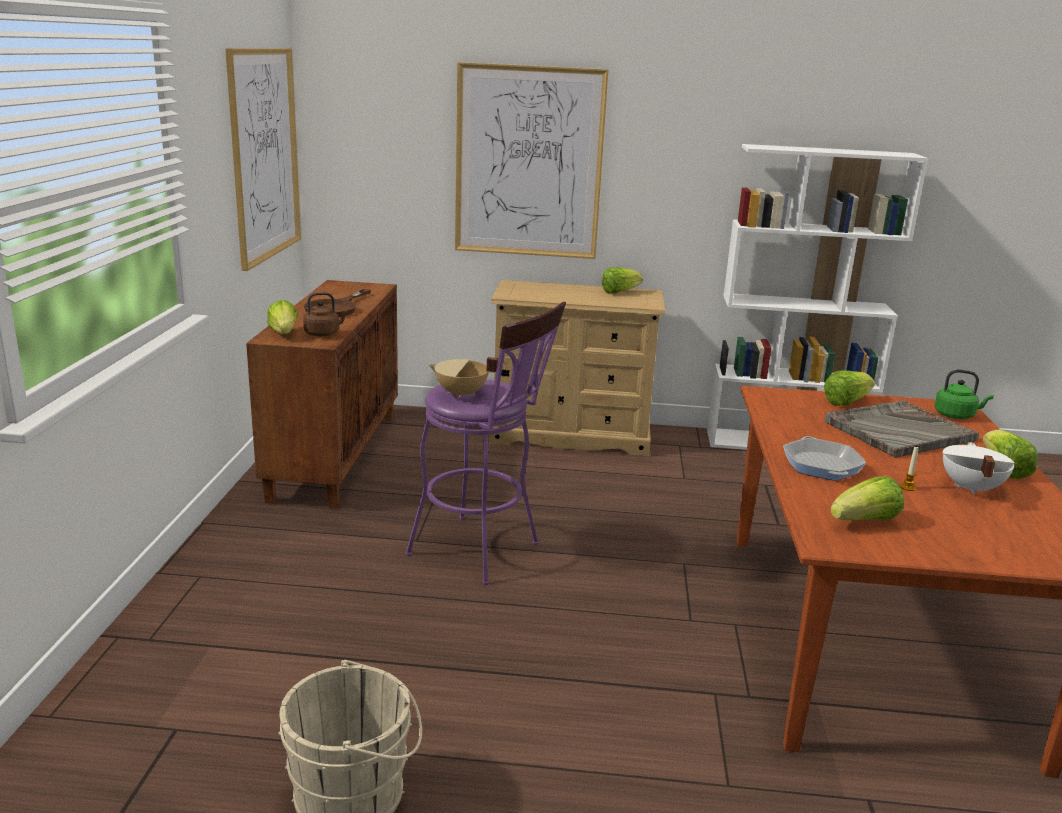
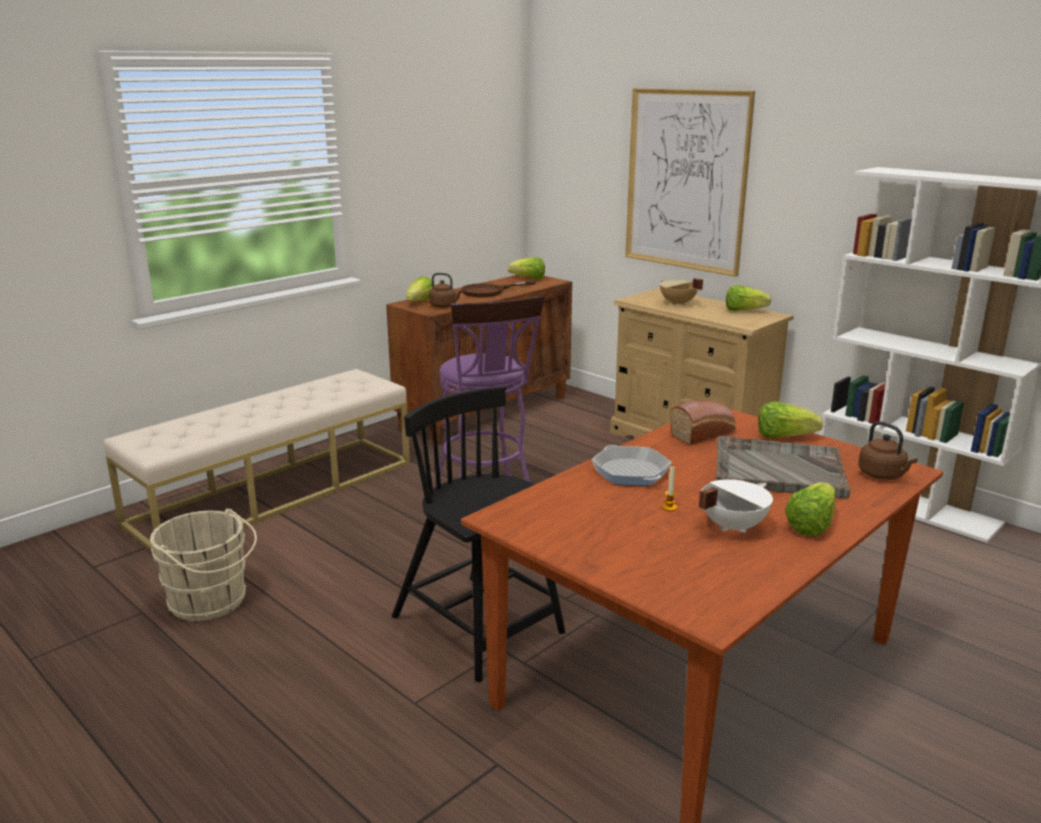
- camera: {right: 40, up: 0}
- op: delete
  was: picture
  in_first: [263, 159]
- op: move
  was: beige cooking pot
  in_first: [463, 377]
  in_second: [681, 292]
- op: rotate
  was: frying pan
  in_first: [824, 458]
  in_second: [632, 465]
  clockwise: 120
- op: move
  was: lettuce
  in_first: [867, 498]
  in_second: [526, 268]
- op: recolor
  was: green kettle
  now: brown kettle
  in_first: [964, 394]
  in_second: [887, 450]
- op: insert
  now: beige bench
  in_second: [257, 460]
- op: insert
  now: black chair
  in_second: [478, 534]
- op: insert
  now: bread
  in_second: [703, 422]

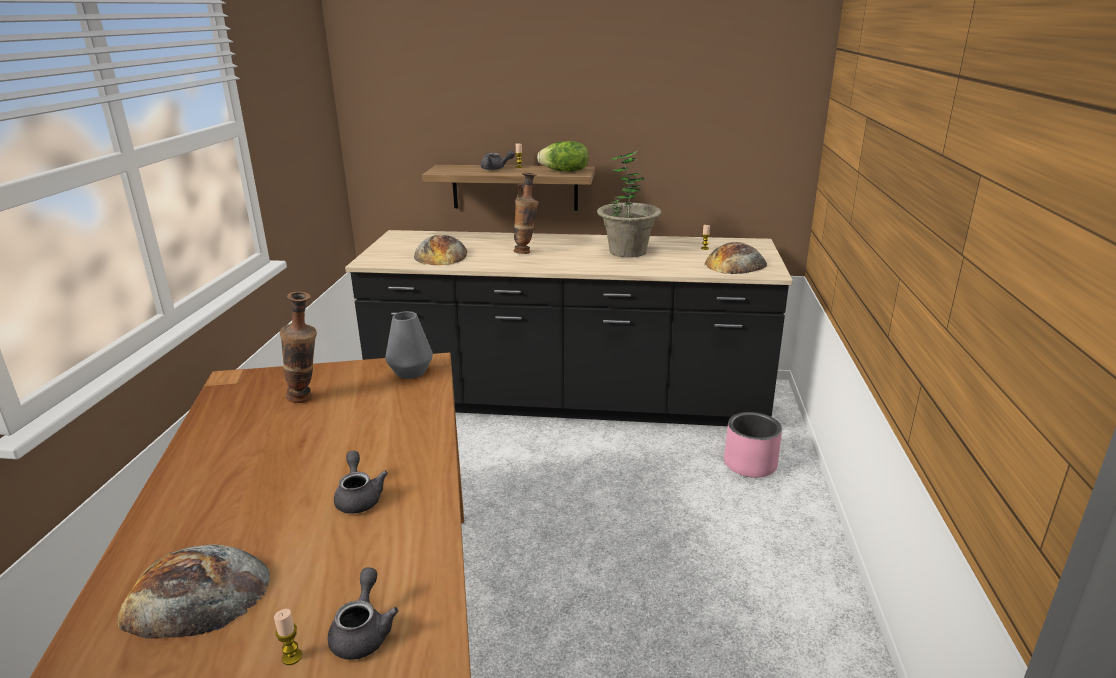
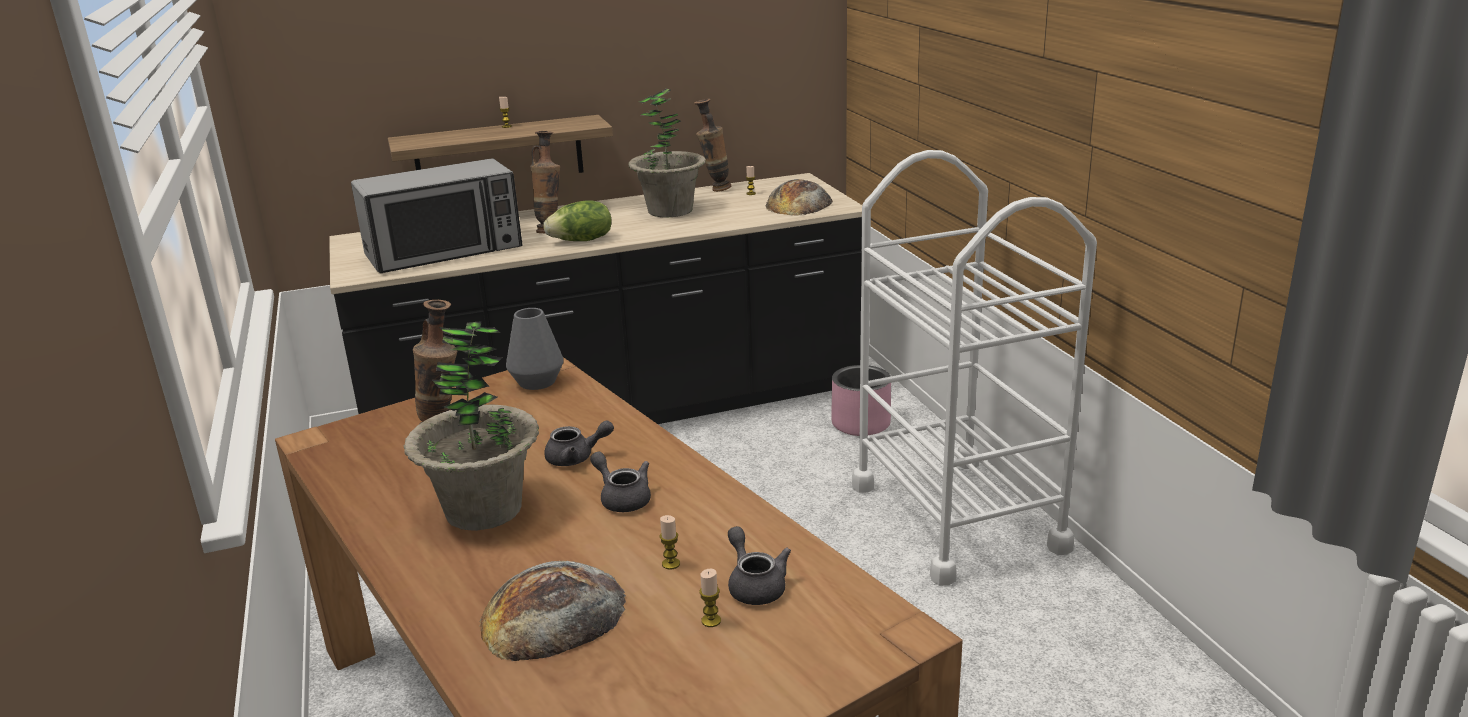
- camera: {right: -25, up: 0}
- op: replace
  was: bread
  now: microwave
  in_first: [440, 250]
  in_second: [437, 215]
- op: move
  was: grey teapot
  in_first: [498, 160]
  in_second: [579, 443]
- op: move
  was: lettuce
  in_first: [563, 156]
  in_second: [578, 220]
- op: insert
  now: potted plant
  in_second: [471, 426]
- op: insert
  now: candle
  in_second: [670, 542]
- op: insert
  now: vase
  in_second: [712, 145]
- op: insert
  now: white cart
  in_second: [974, 368]

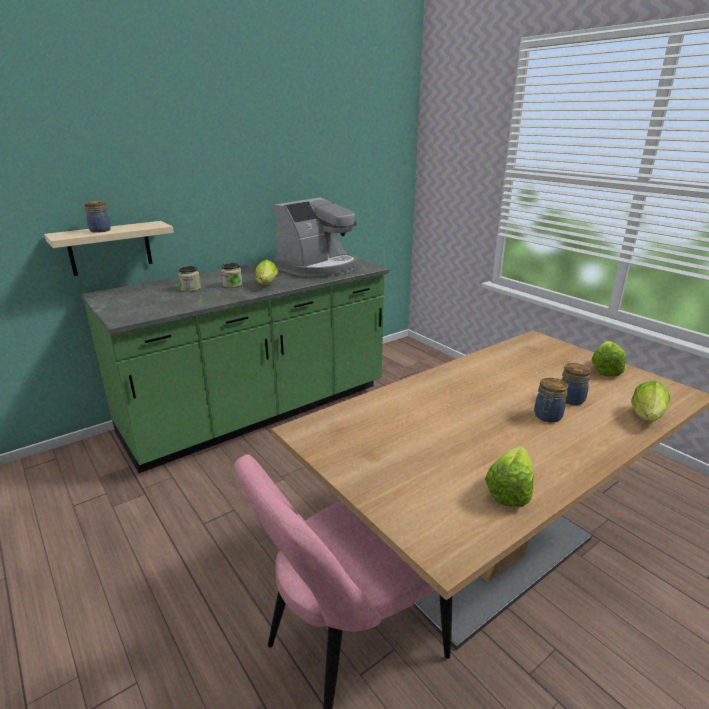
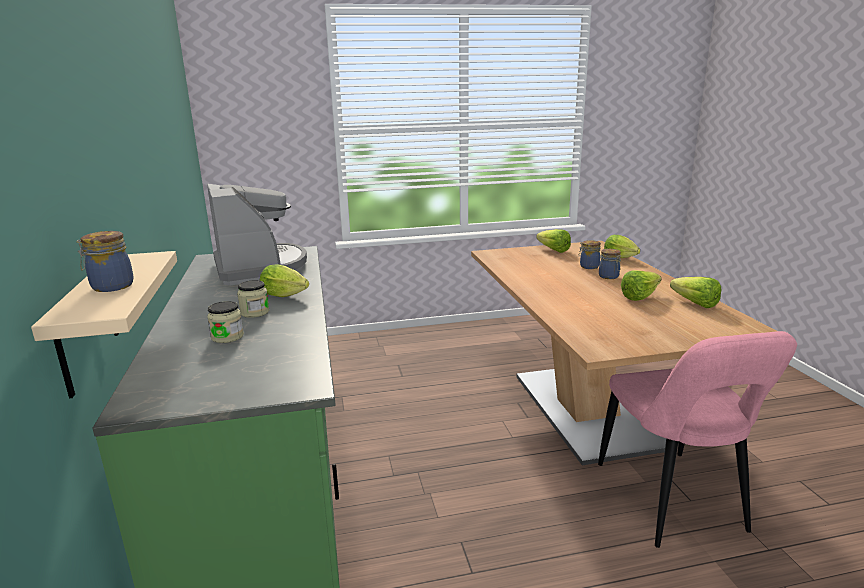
- camera: {right: -65, up: -5}
- op: insert
  now: lettuce
  in_second: [641, 286]

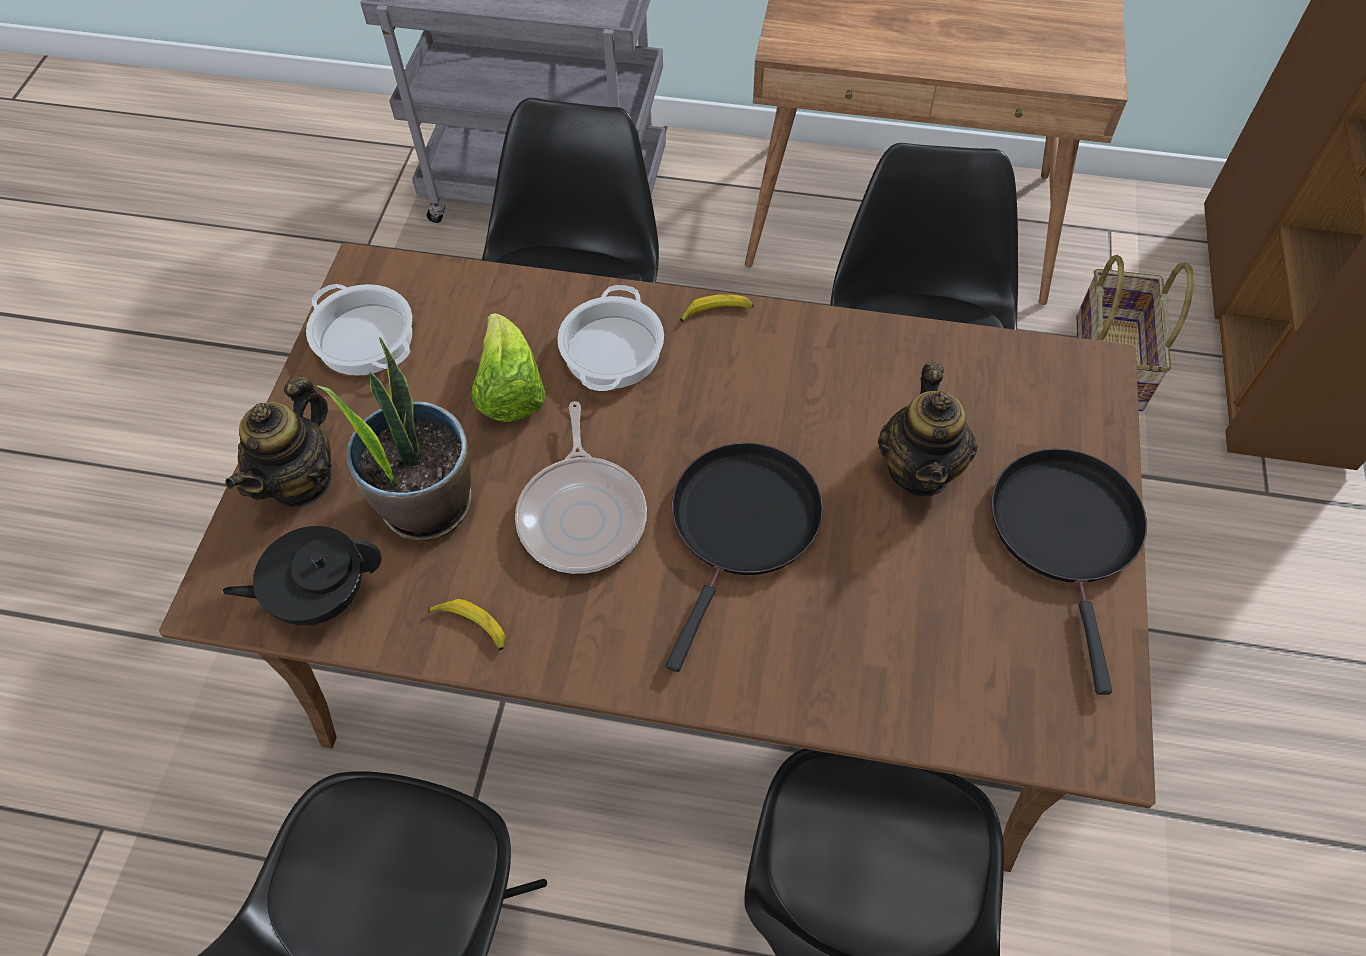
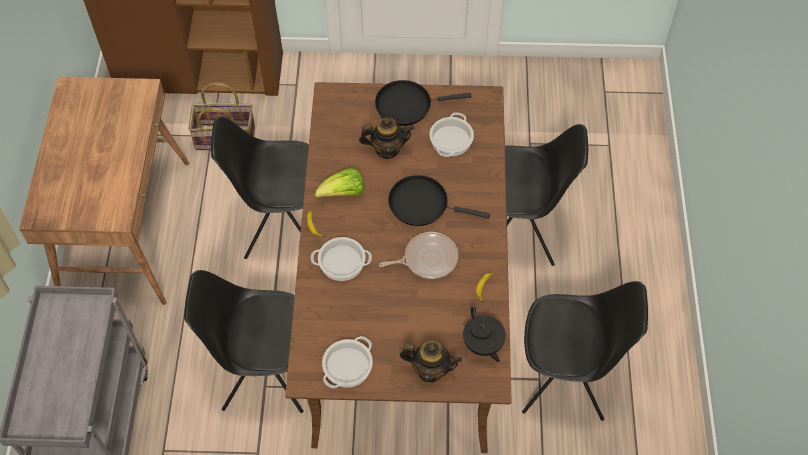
- camera: {right: -100, up: 0}
- op: delete
  was: potted plant
  in_first: [393, 439]
- op: move
  was: lettuce
  in_first: [508, 367]
  in_second: [339, 183]
- op: insert
  now: cooking pot
  in_second: [451, 134]

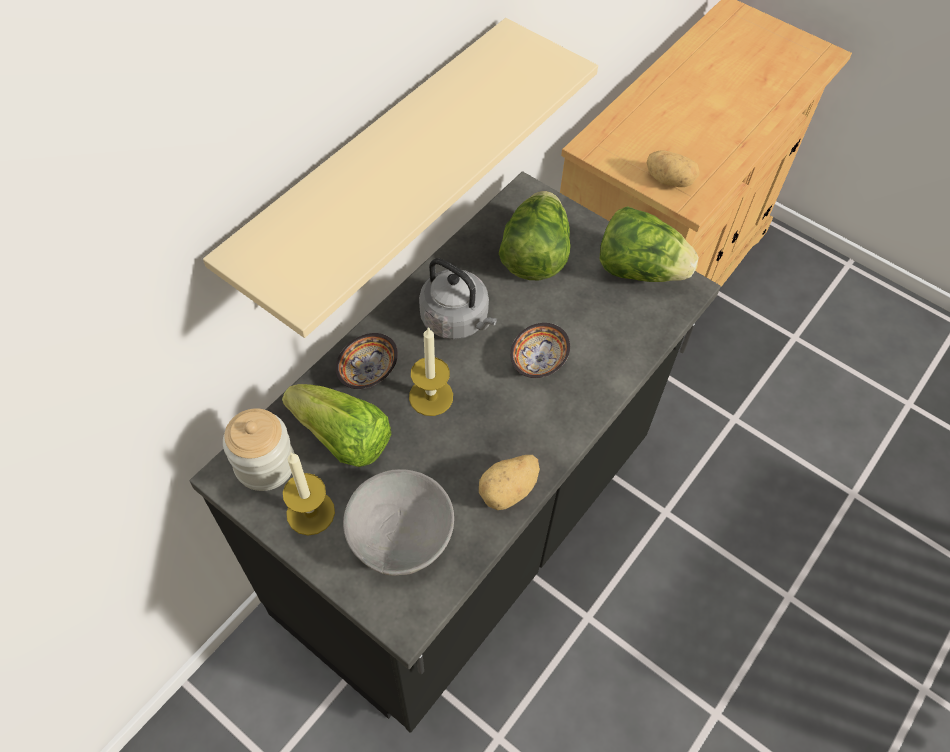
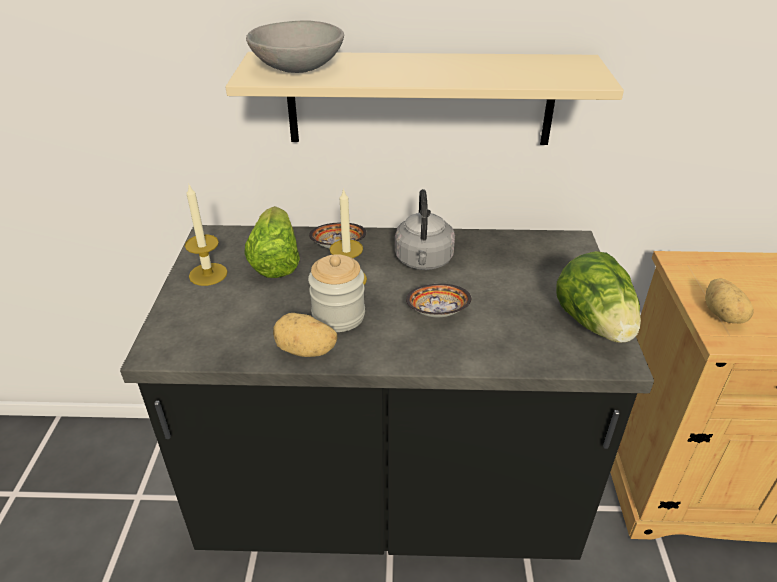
- camera: {right: 55, up: -20}
- op: move
  was: jar
  in_first: [258, 449]
  in_second: [336, 293]
- op: move
  was: grey bowl
  in_first: [398, 522]
  in_second: [295, 47]
- op: delete
  was: lettuce
  in_first: [535, 235]

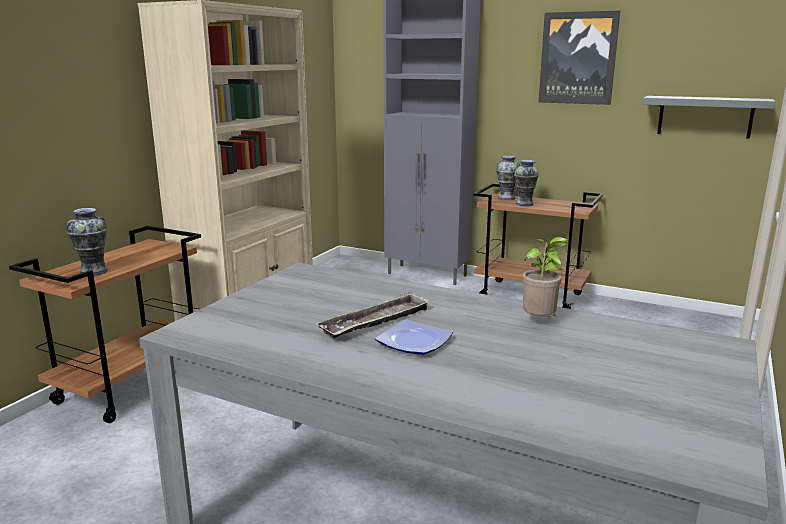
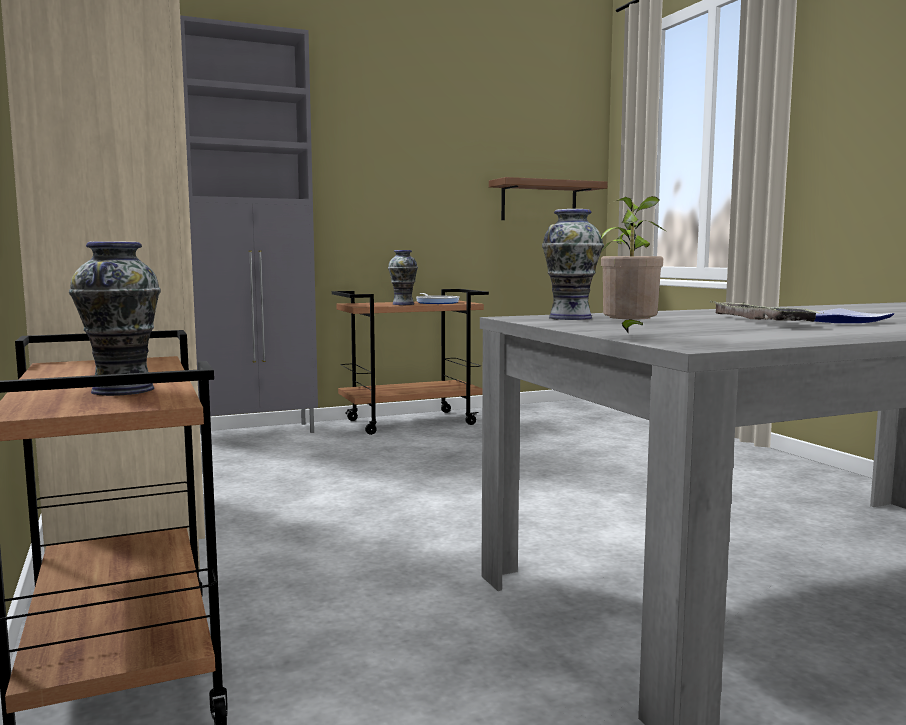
- camera: {right: -50, up: -10}
- op: move
  was: vase
  in_first: [508, 178]
  in_second: [573, 264]
- op: move
  was: potted plant
  in_first: [545, 277]
  in_second: [632, 265]
- op: delete
  was: picture
  in_first: [579, 58]
- op: recolor
  was: grey shelf
  now: brown shelf
  in_first: [709, 117]
  in_second: [548, 198]
- op: insert
  now: frying pan
  in_second: [437, 298]

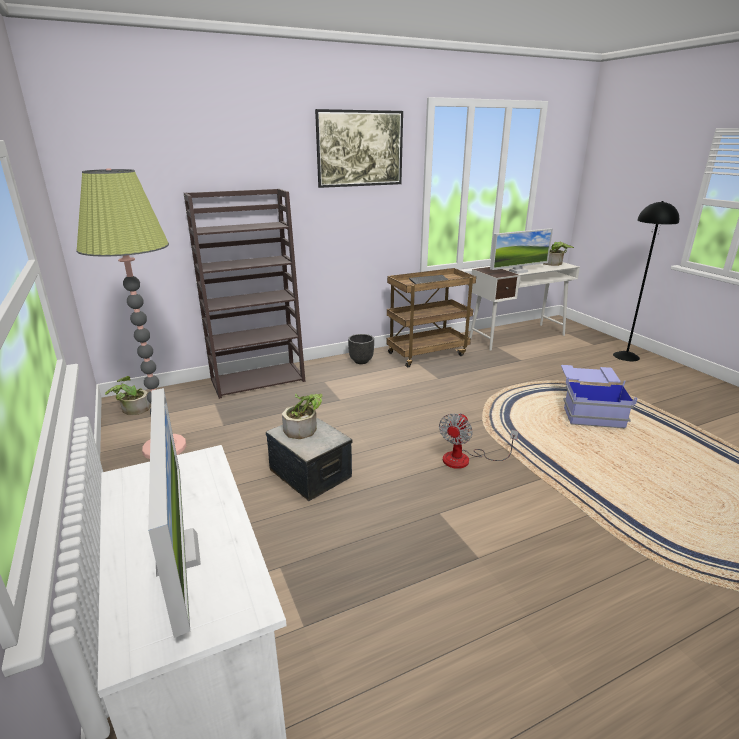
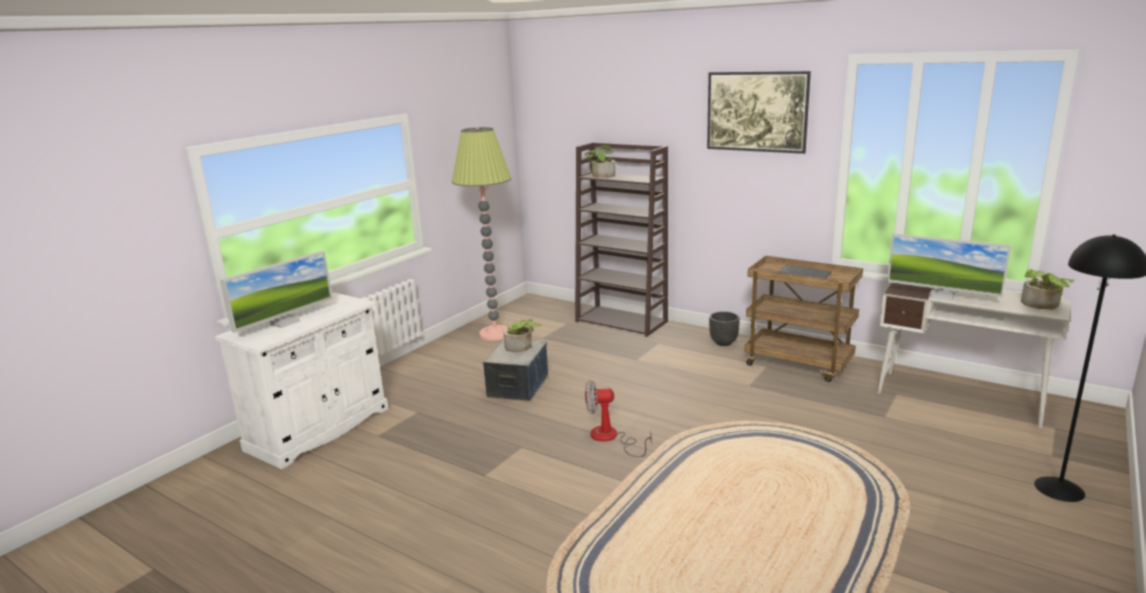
- camera: {right: 60, up: -5}
- op: move
  was: potted plant
  in_first: [127, 395]
  in_second: [599, 161]
- op: delete
  was: blue storage box
  in_first: [599, 396]

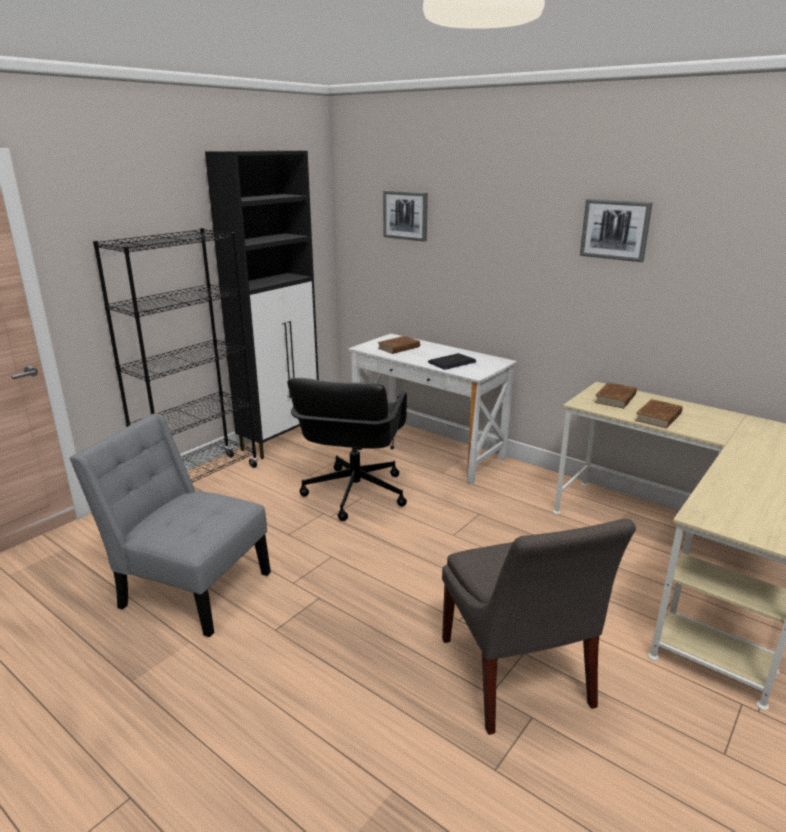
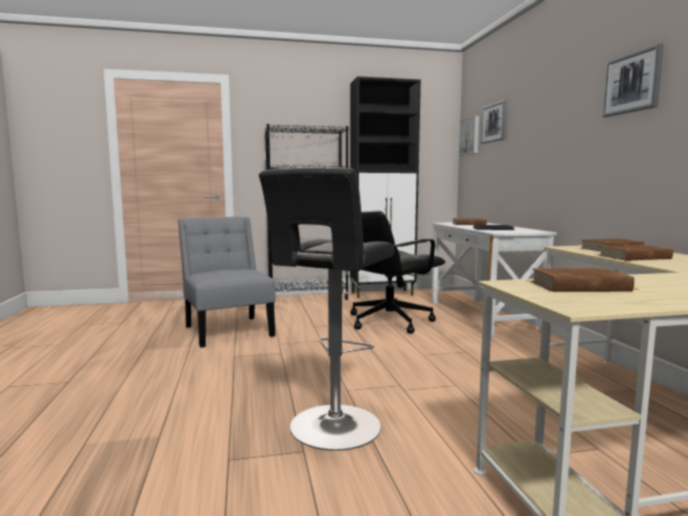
- camera: {right: 40, up: -15}
- op: replace
  was: grey chair
  now: black stool
  in_first: [539, 627]
  in_second: [326, 309]
- op: insert
  now: picture
  in_second: [468, 136]
- op: insert
  now: brown book
  in_second: [585, 280]

